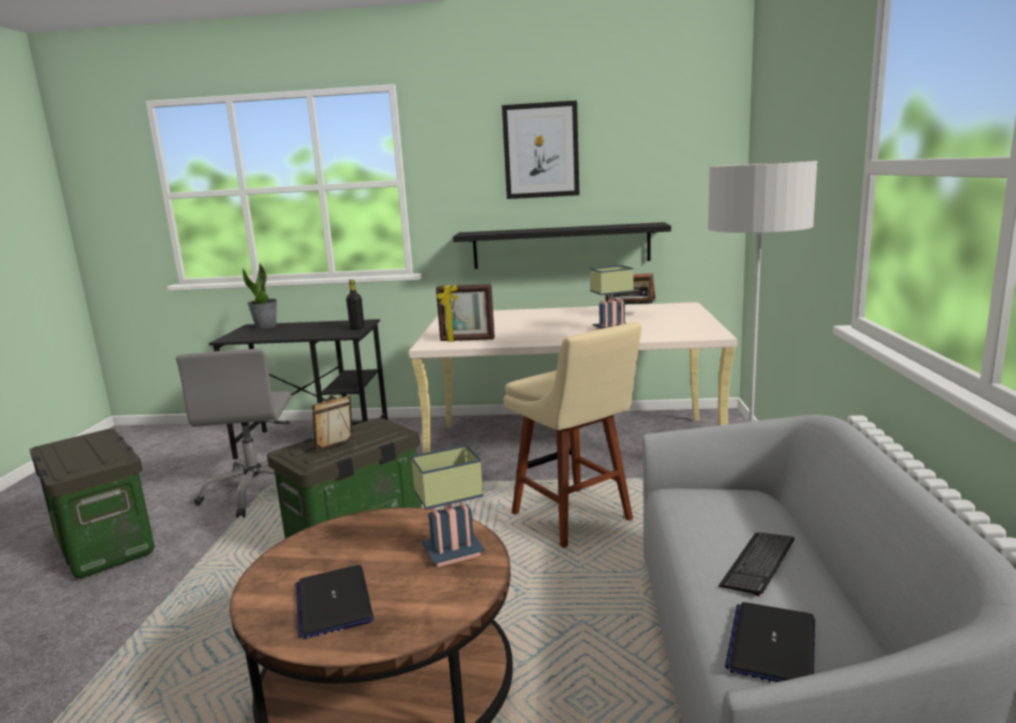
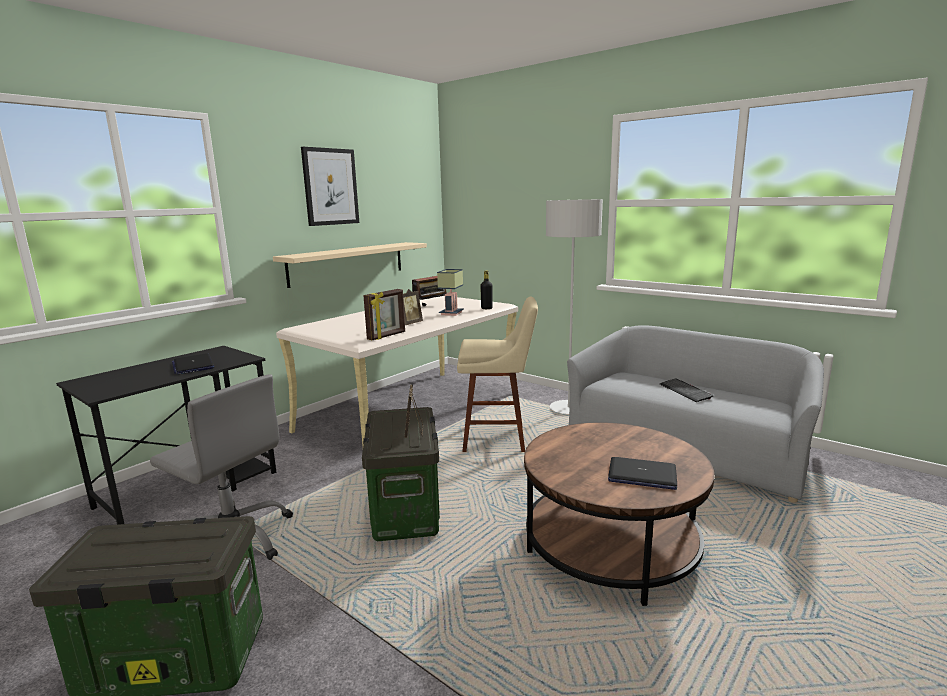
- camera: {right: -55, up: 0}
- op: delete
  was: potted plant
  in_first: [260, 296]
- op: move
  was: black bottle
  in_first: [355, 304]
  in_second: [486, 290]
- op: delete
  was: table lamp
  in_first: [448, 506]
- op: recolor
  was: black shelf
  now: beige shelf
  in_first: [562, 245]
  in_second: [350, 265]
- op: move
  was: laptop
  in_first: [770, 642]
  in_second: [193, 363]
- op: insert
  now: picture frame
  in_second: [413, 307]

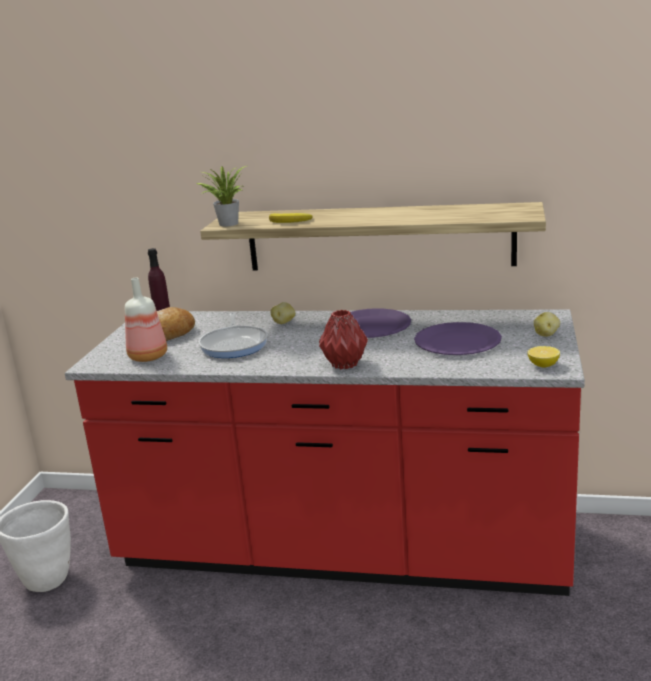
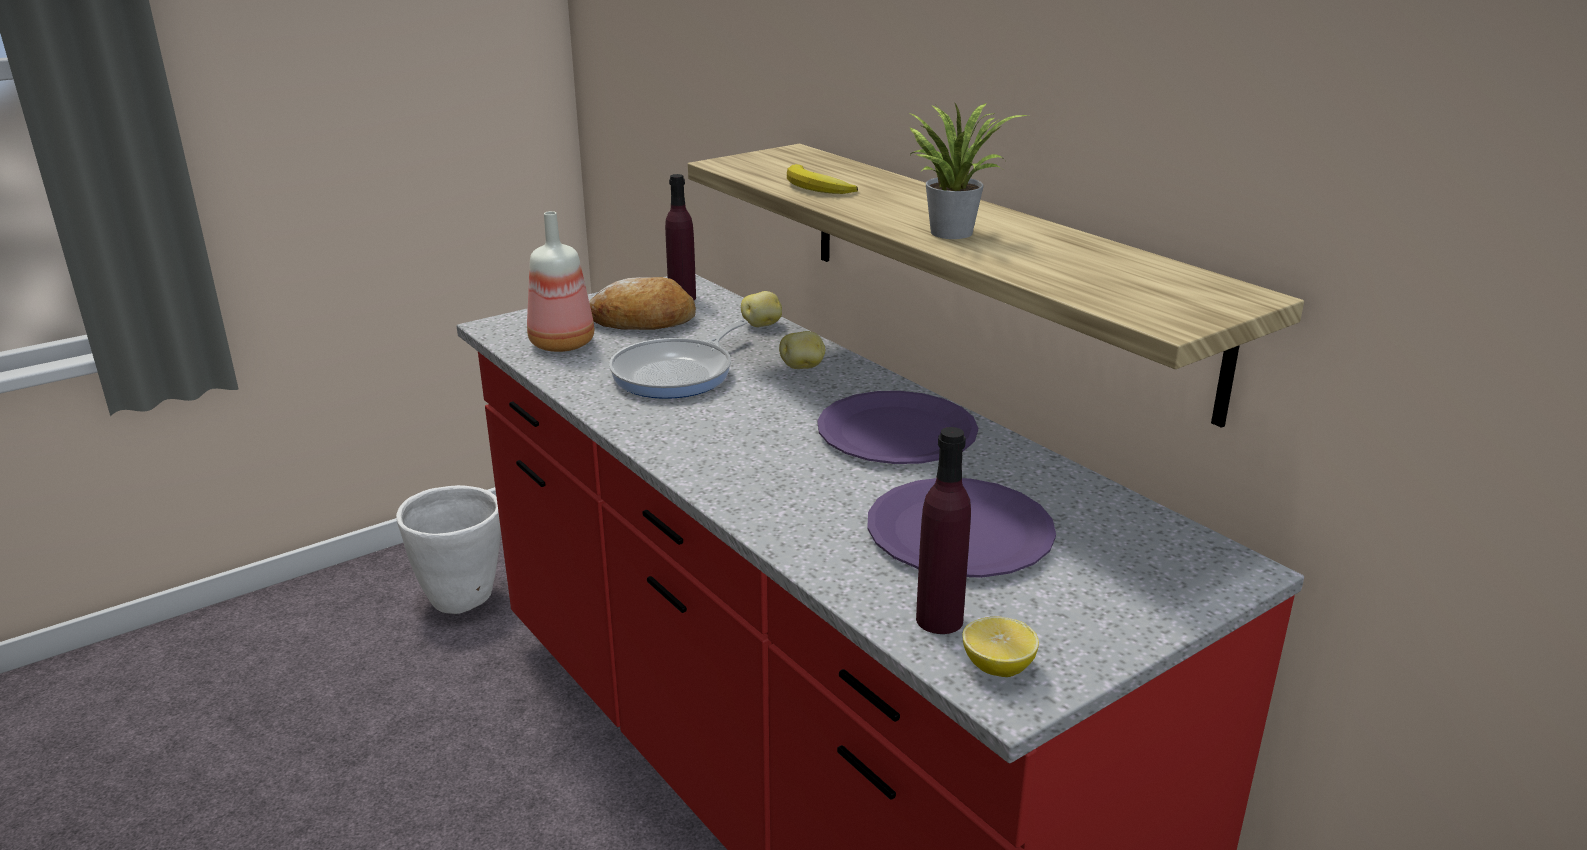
- camera: {right: 40, up: 5}
- op: move
  was: potted plant
  in_first: [221, 196]
  in_second: [968, 170]
- op: delete
  was: red vase
  in_first: [343, 339]
- op: move
  was: potato
  in_first: [547, 324]
  in_second: [761, 309]
- op: insert
  now: purple bottle
  in_second: [943, 530]

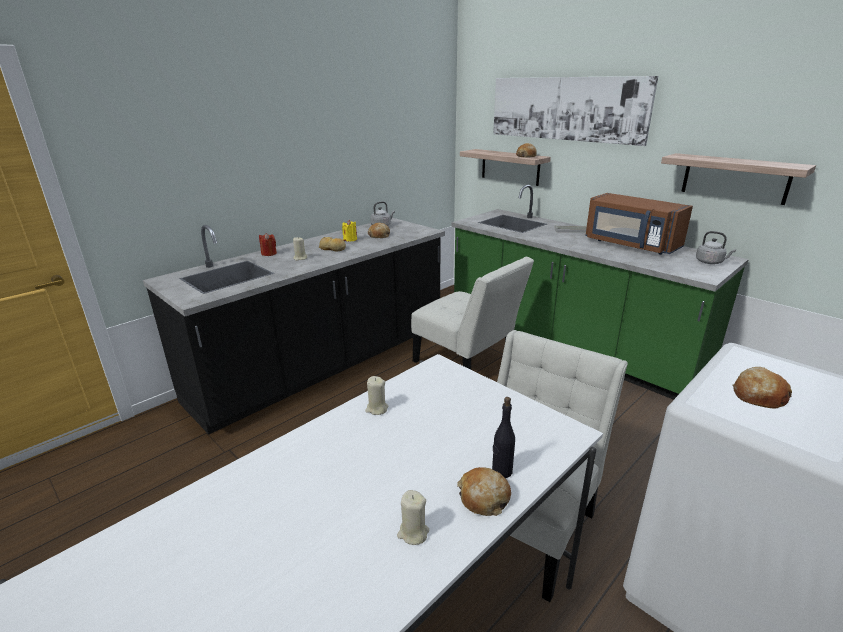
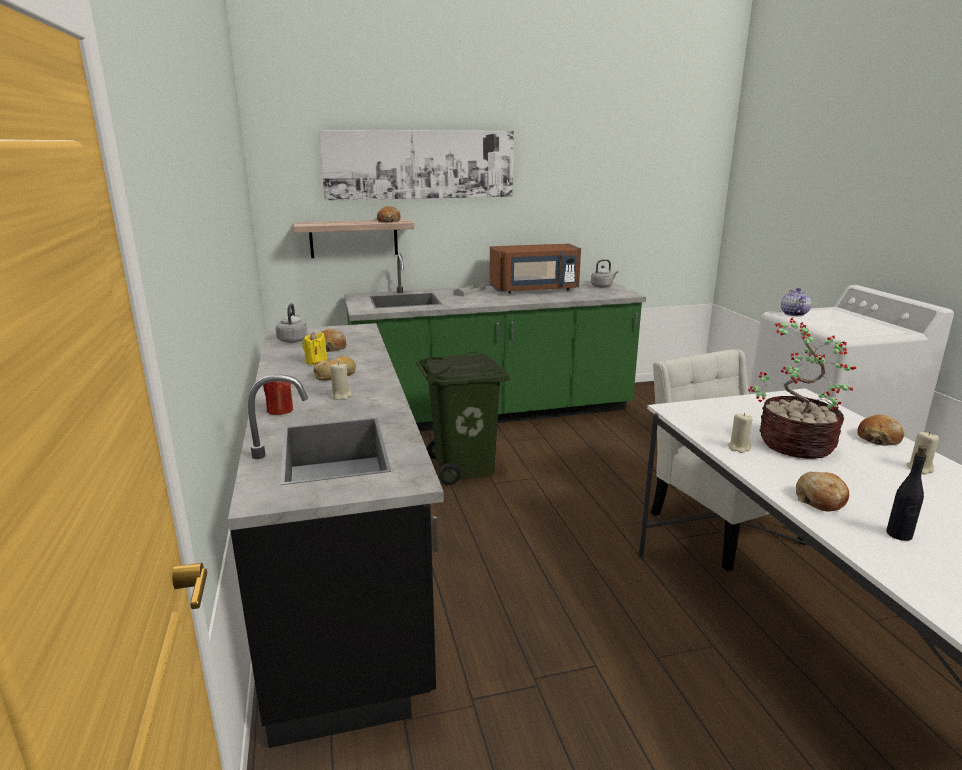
- camera: {right: -60, up: -5}
- op: replace
  was: white chair
  now: green trash can
  in_first: [472, 313]
  in_second: [463, 418]
- op: move
  was: black bottle
  in_first: [503, 437]
  in_second: [906, 493]
- op: delete
  was: shelf
  in_first: [738, 179]
- op: move
  was: bread
  in_first: [762, 387]
  in_second: [822, 492]
- op: insert
  now: potted plant
  in_second: [802, 388]
- op: insert
  now: teapot
  in_second: [796, 302]

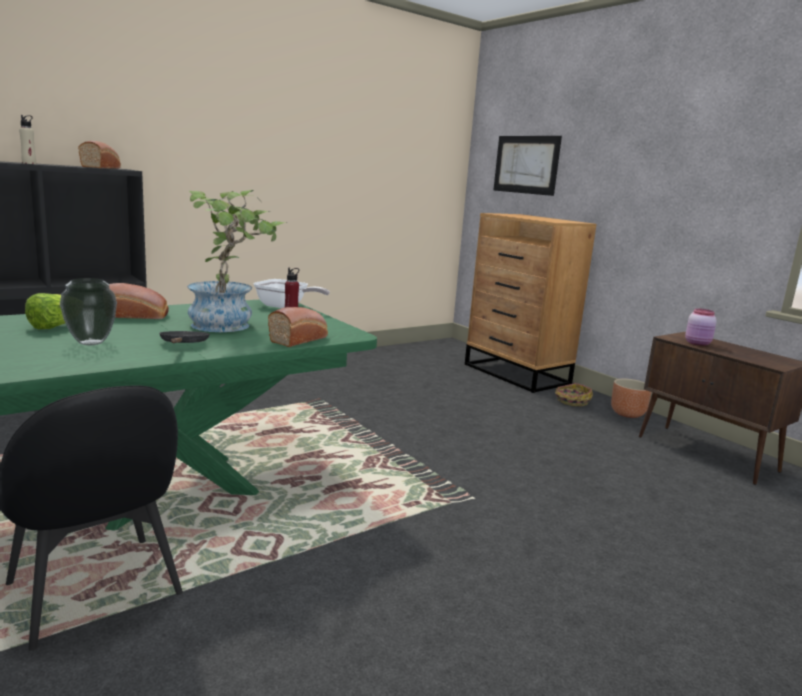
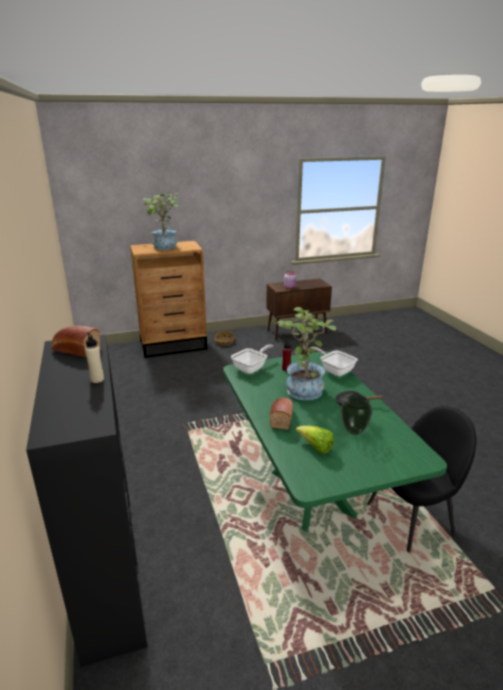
- camera: {right: -70, up: 10}
- op: replace
  was: bread
  now: frying pan
  in_first: [298, 327]
  in_second: [334, 361]
- op: delete
  was: picture
  in_first: [527, 166]
- op: delete
  was: brown planter
  in_first: [631, 398]
- op: insert
  now: potted plant
  in_second: [161, 221]

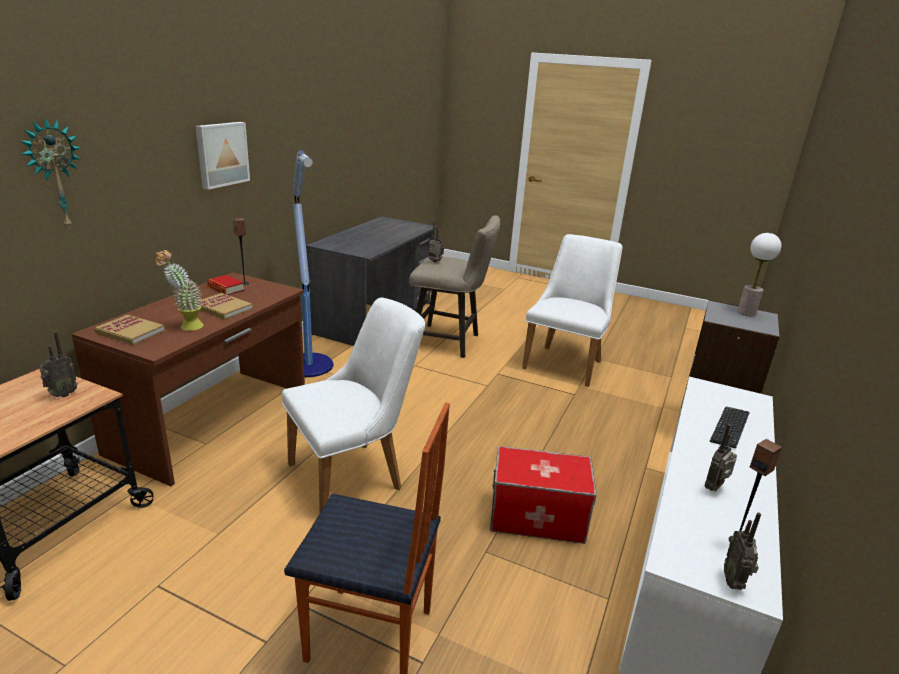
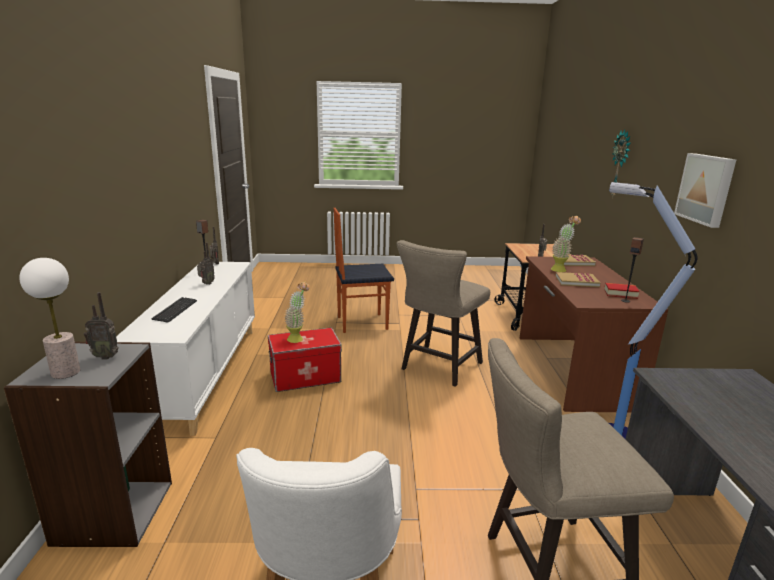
- camera: {right: 155, up: -5}
- op: replace
  was: white chair
  now: beige stool
  in_first: [353, 405]
  in_second: [443, 313]
- op: move
  was: radio
  in_first: [436, 242]
  in_second: [101, 326]
- op: insert
  now: potted plant
  in_second: [297, 312]

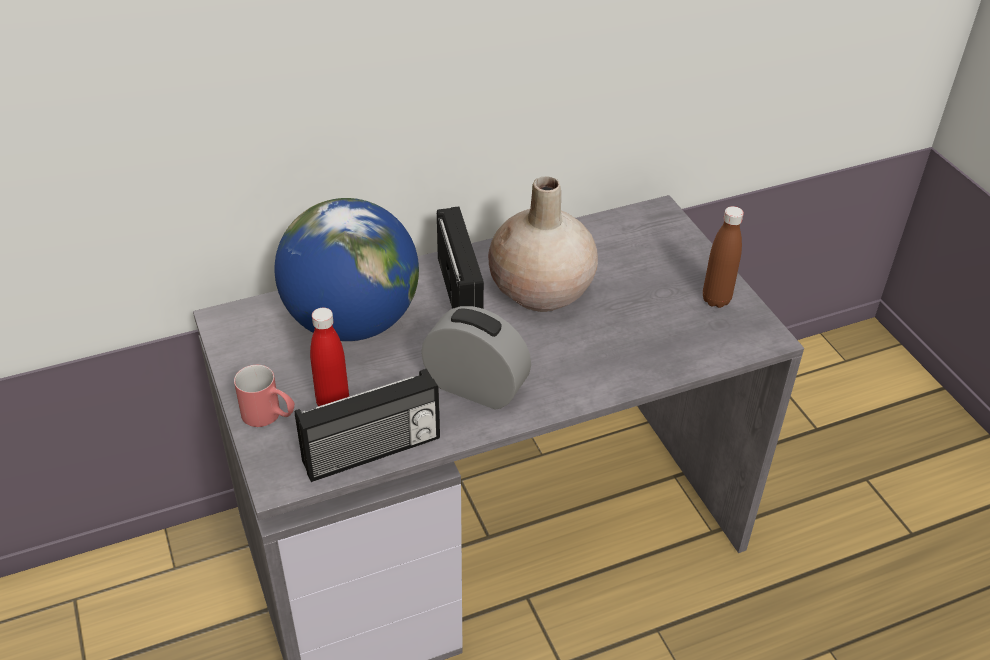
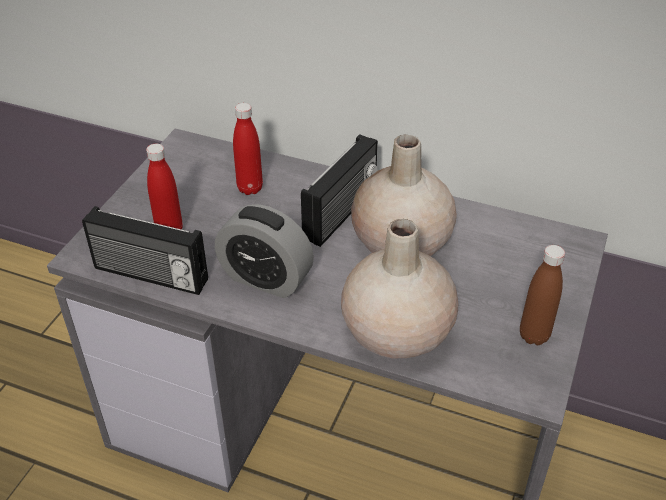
- camera: {right: 45, up: 0}
- op: delete
  was: red mug
  in_first: [264, 396]
- op: replace
  was: globe
  now: red bottle
  in_first: [347, 269]
  in_second: [248, 149]
- op: rotate
  was: alarm clock
  in_first: [476, 358]
  in_second: [264, 251]
  clockwise: 135
- op: insert
  now: beige vase
  in_second: [399, 289]

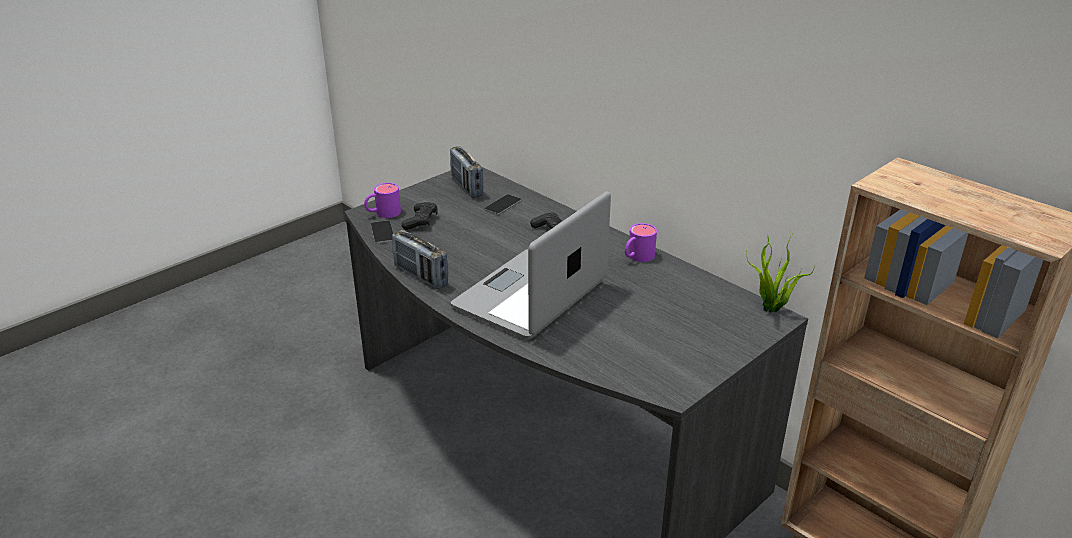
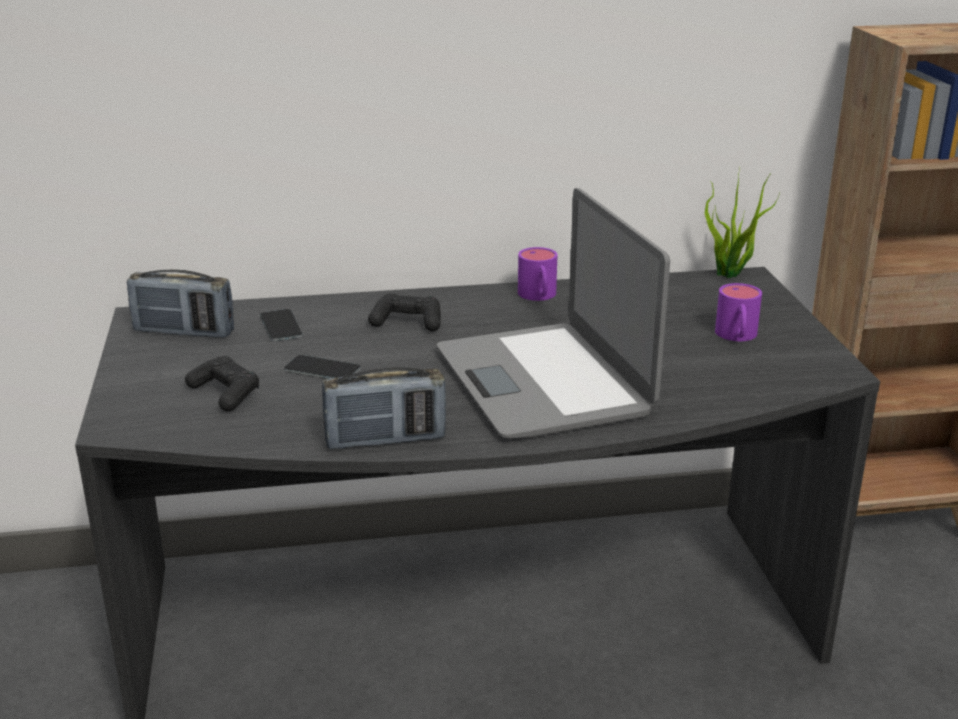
- camera: {right: -55, up: -5}
- op: move
  was: purple mug
  in_first: [382, 200]
  in_second: [738, 312]
- op: move
  was: phone
  in_first: [382, 232]
  in_second: [322, 367]

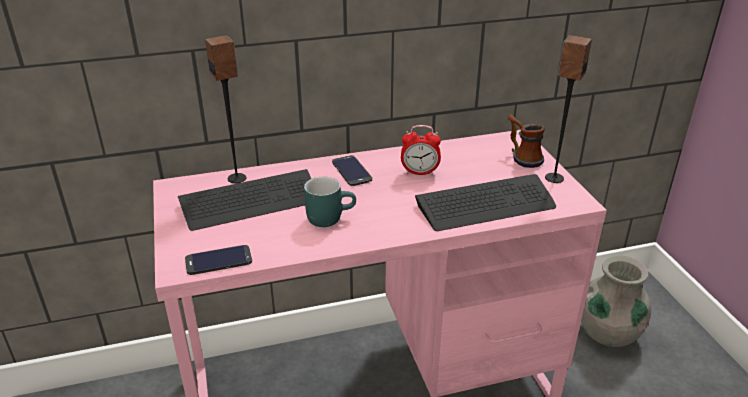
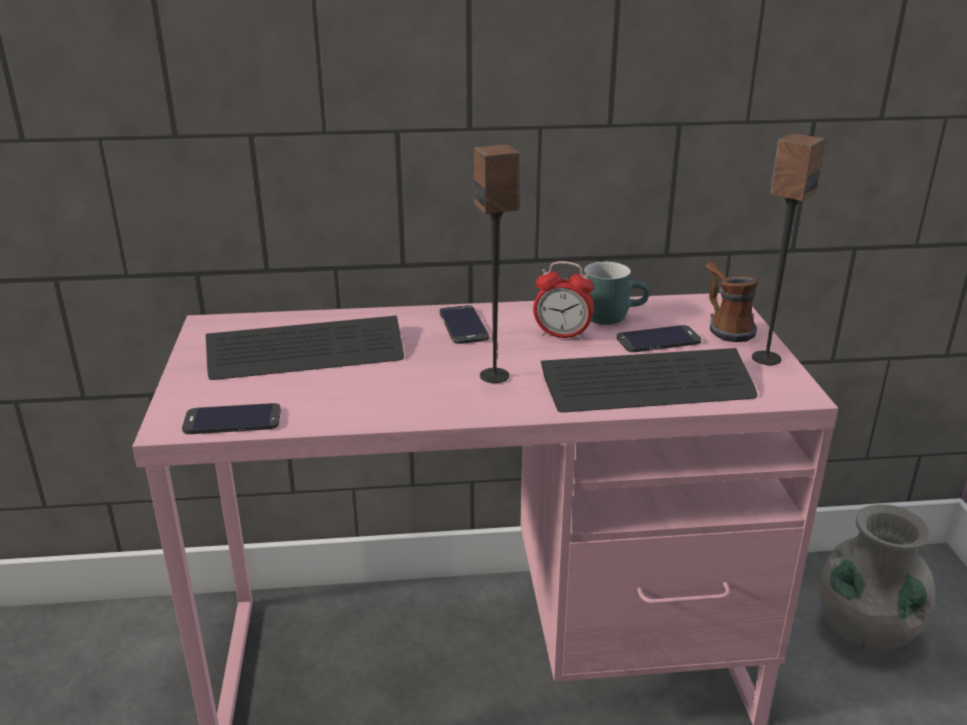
- camera: {right: 10, up: -5}
- op: move
  was: speaker
  in_first: [225, 109]
  in_second: [497, 263]
- op: move
  was: turquoise mug
  in_first: [330, 202]
  in_second: [616, 293]
- op: insert
  now: phone
  in_second: [659, 338]

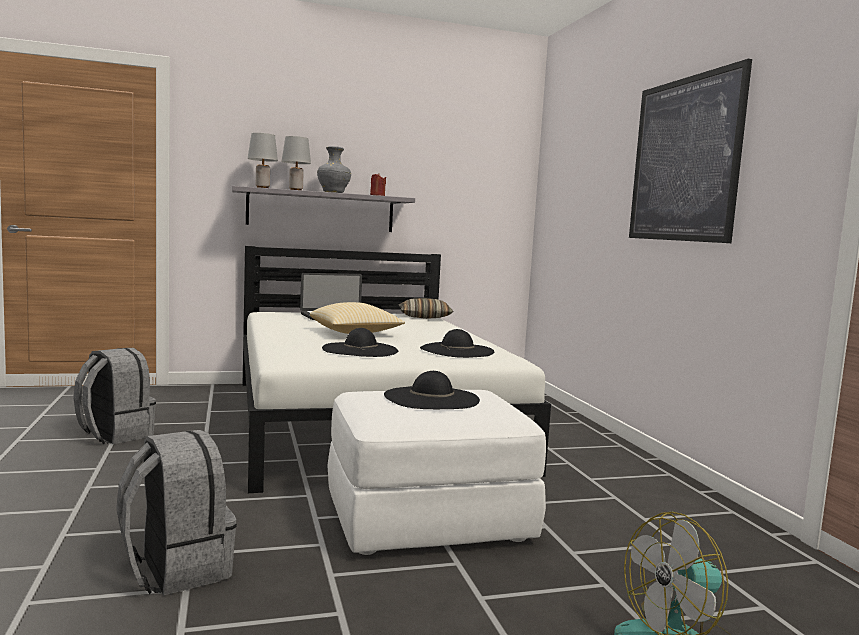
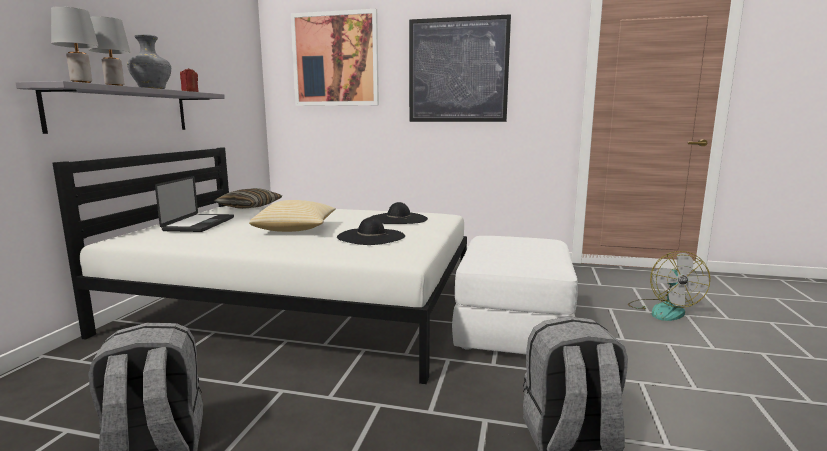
- camera: {right: -60, up: 5}
- op: delete
  was: black hat
  in_first: [432, 390]
- op: insert
  now: picture
  in_second: [335, 57]

